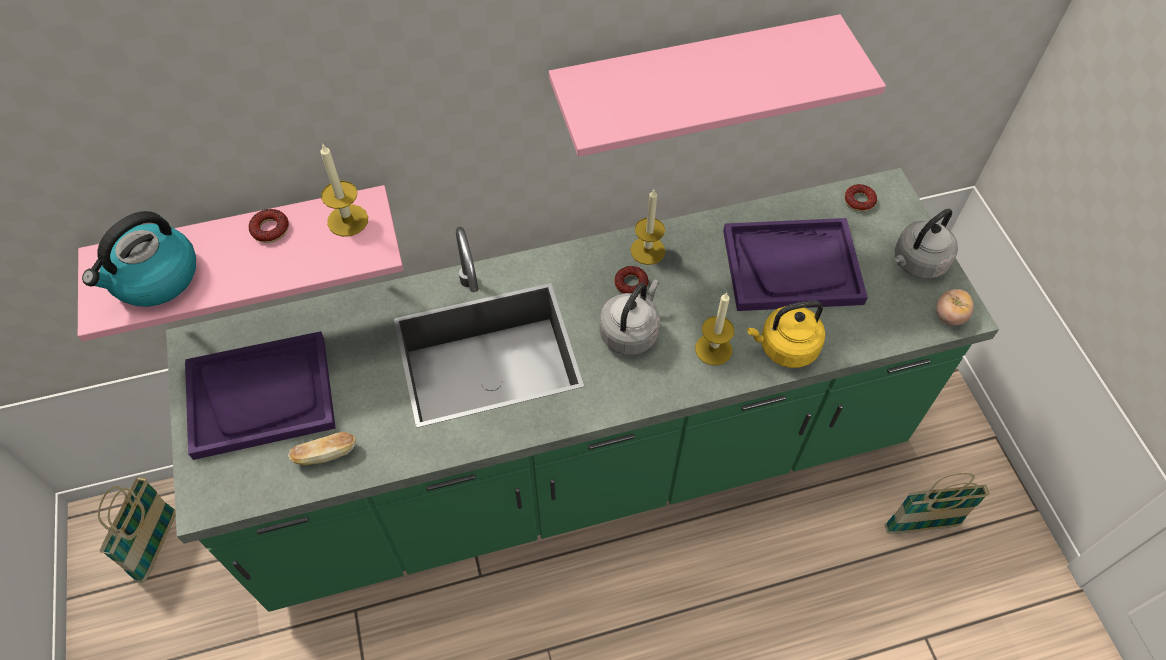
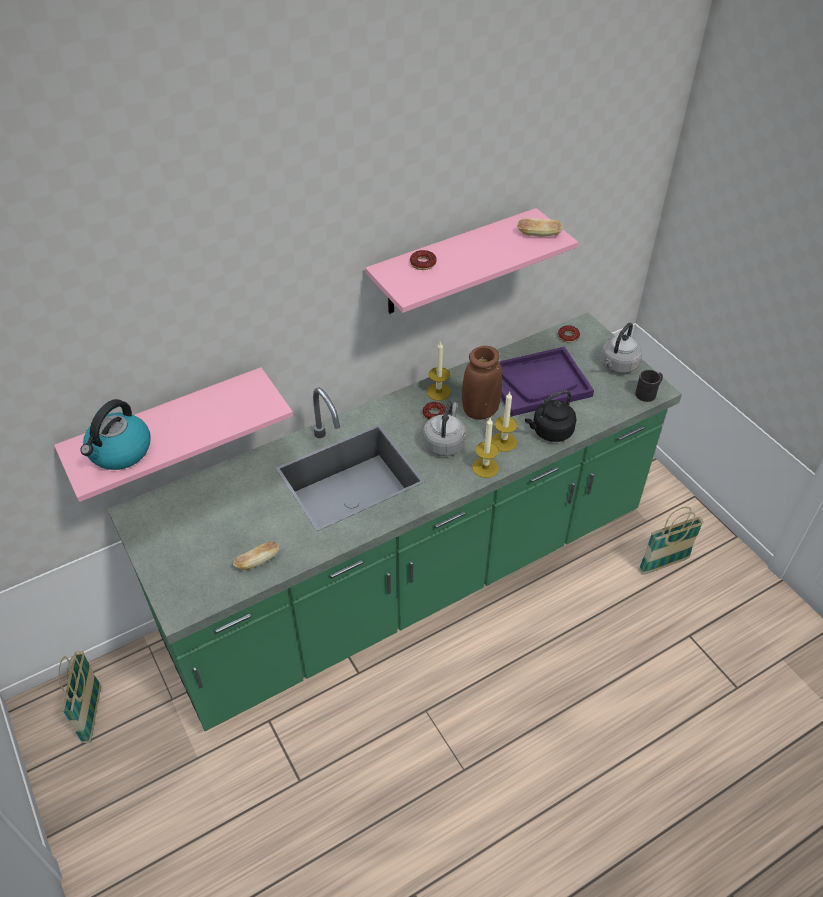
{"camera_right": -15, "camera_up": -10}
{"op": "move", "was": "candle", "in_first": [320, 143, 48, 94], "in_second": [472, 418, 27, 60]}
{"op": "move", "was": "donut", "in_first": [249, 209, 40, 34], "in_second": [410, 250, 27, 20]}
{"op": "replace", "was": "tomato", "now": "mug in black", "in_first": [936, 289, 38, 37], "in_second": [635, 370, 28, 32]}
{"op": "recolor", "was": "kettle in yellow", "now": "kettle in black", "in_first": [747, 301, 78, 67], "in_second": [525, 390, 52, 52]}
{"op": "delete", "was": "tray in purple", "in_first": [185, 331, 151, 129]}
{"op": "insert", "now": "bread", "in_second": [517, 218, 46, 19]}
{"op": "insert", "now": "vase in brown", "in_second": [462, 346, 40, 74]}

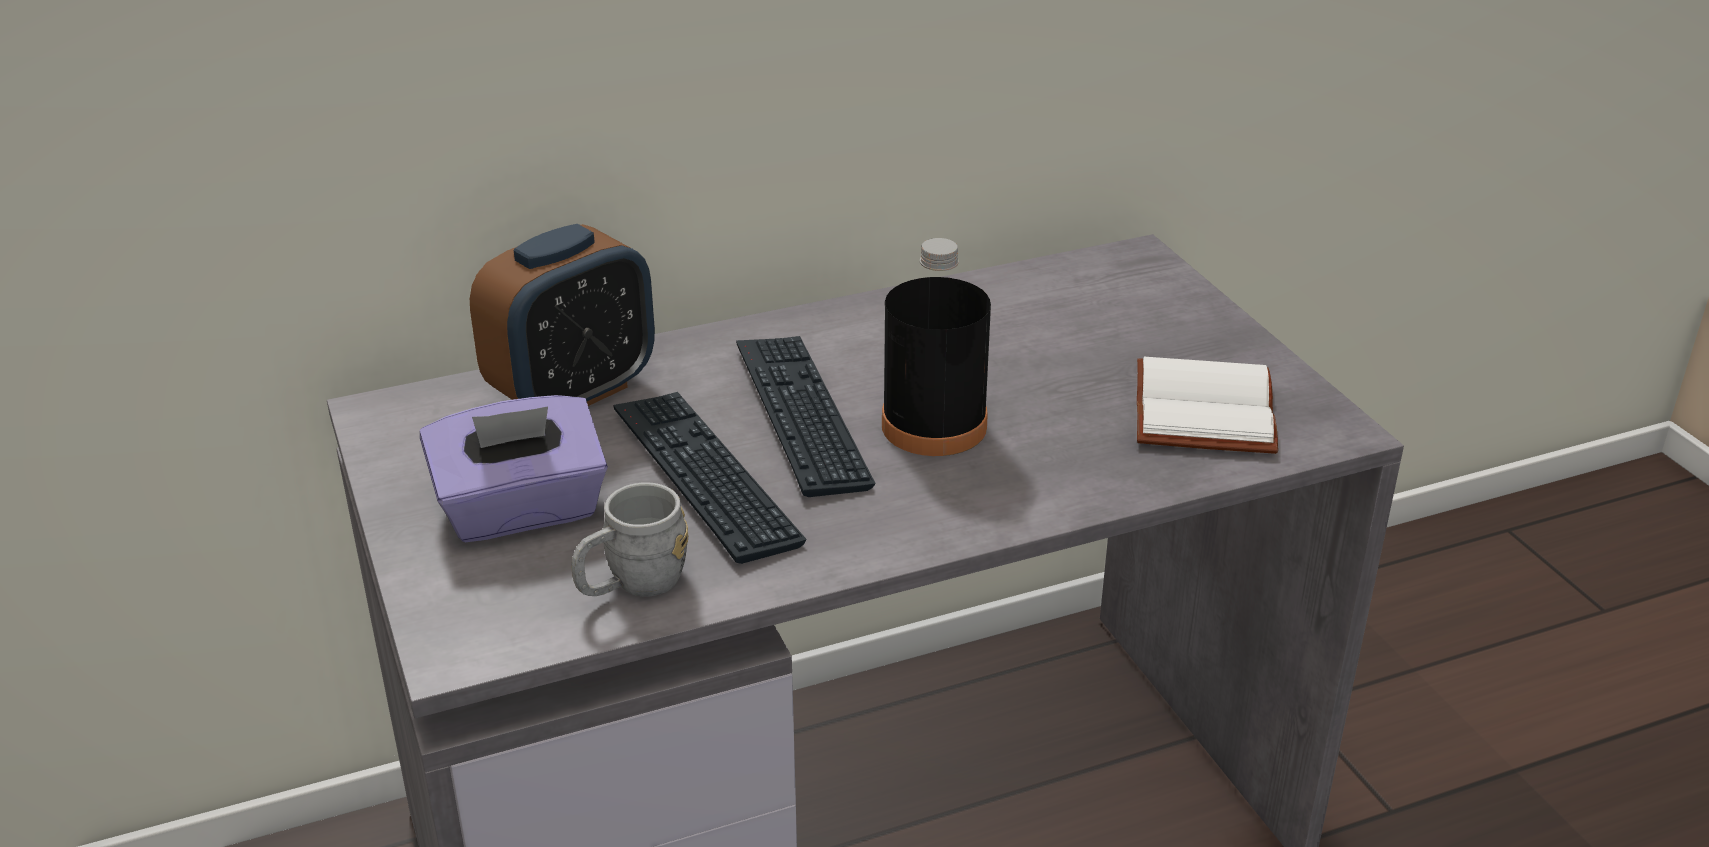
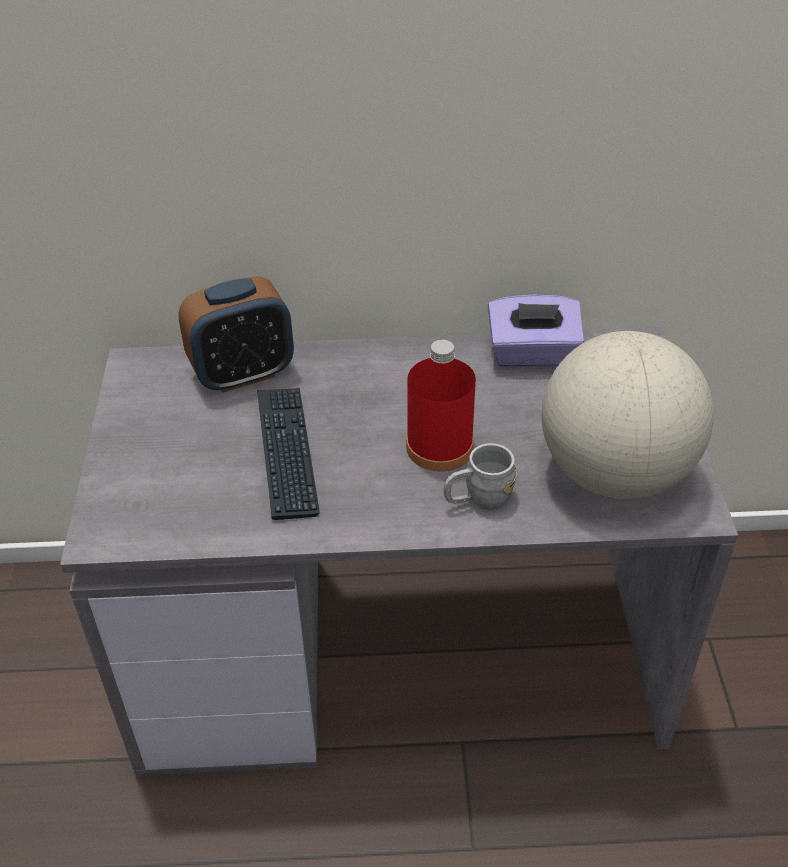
{"camera_right": 20, "camera_up": 10}
{"op": "recolor", "was": "bottle in black", "now": "bottle in red", "in_first": [882, 238, 109, 218], "in_second": [406, 340, 70, 131]}
{"op": "delete", "was": "keyboard", "in_first": [736, 336, 140, 161]}
{"op": "replace", "was": "book in white", "now": "globe", "in_first": [1137, 357, 141, 97], "in_second": [542, 331, 172, 168]}
{"op": "move", "was": "tissue box in purple", "in_first": [420, 395, 188, 147], "in_second": [488, 295, 96, 73]}
{"op": "move", "was": "mug in grey", "in_first": [571, 483, 117, 114], "in_second": [444, 443, 72, 67]}

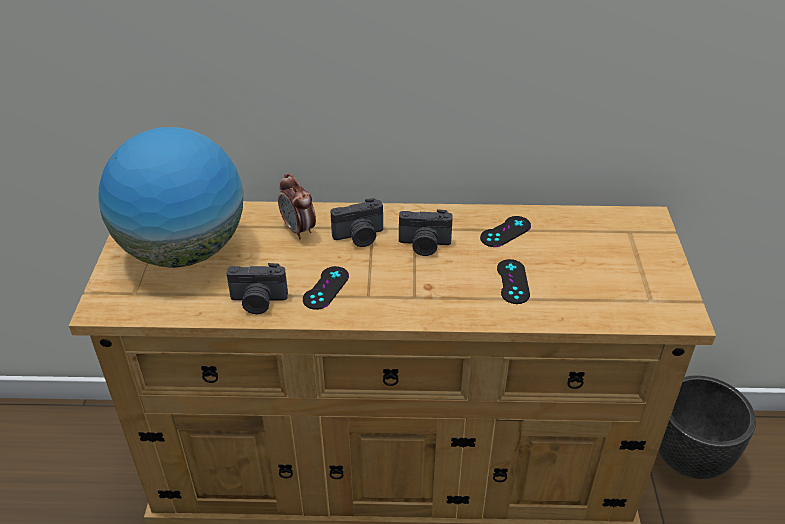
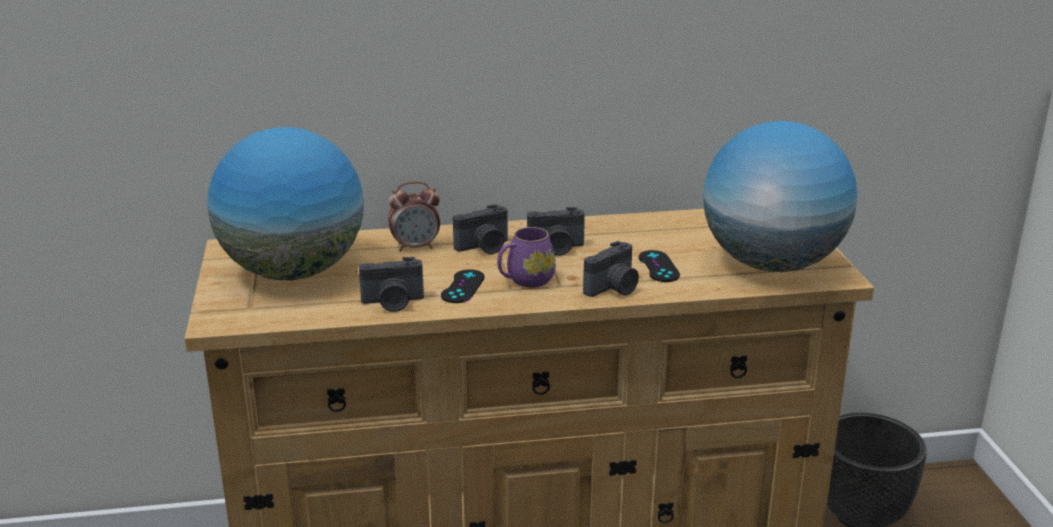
{"camera_right": -10, "camera_up": -15}
{"op": "rotate", "was": "alarm clock", "in_first": [278, 174, 38, 65], "in_second": [388, 181, 52, 71], "clockwise": -60}
{"op": "delete", "was": "game controller in black", "in_first": [480, 216, 51, 31]}
{"op": "insert", "now": "globe", "in_second": [703, 121, 154, 151]}
{"op": "insert", "now": "mug in purple", "in_second": [497, 227, 59, 60]}
{"op": "insert", "now": "photo camera", "in_second": [583, 241, 56, 56]}

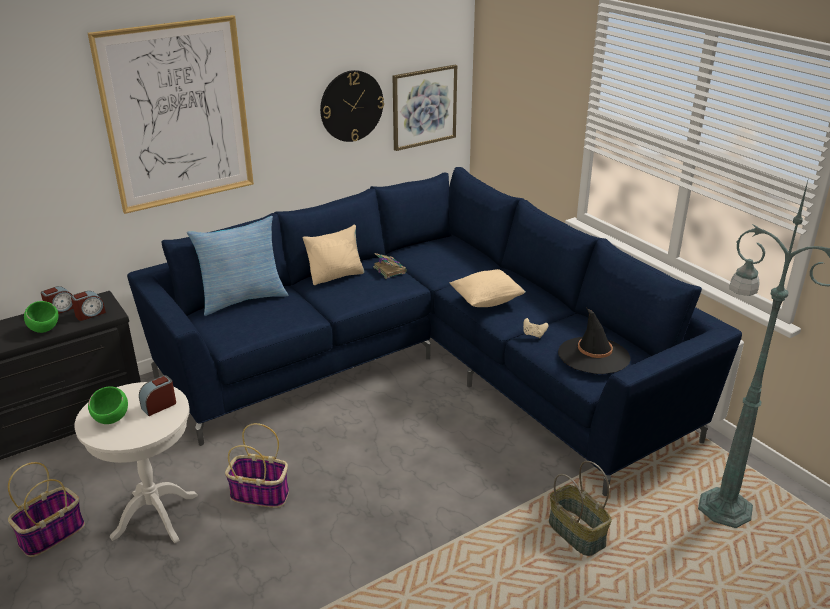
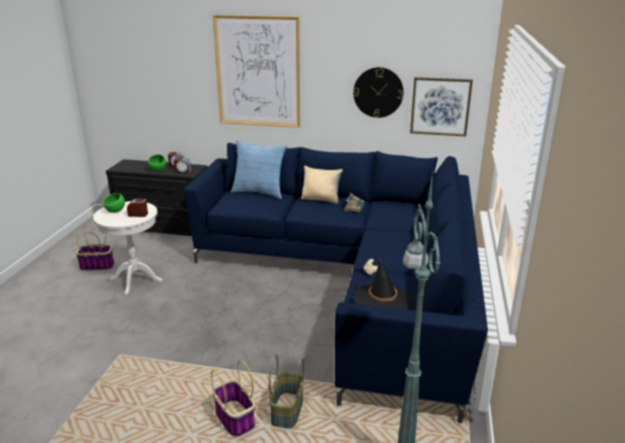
{"camera_right": 45, "camera_up": -5}
{"op": "delete", "was": "pillow in beige", "in_first": [450, 269, 76, 38]}
{"op": "move", "was": "basket", "in_first": [225, 423, 64, 85], "in_second": [211, 360, 44, 77]}

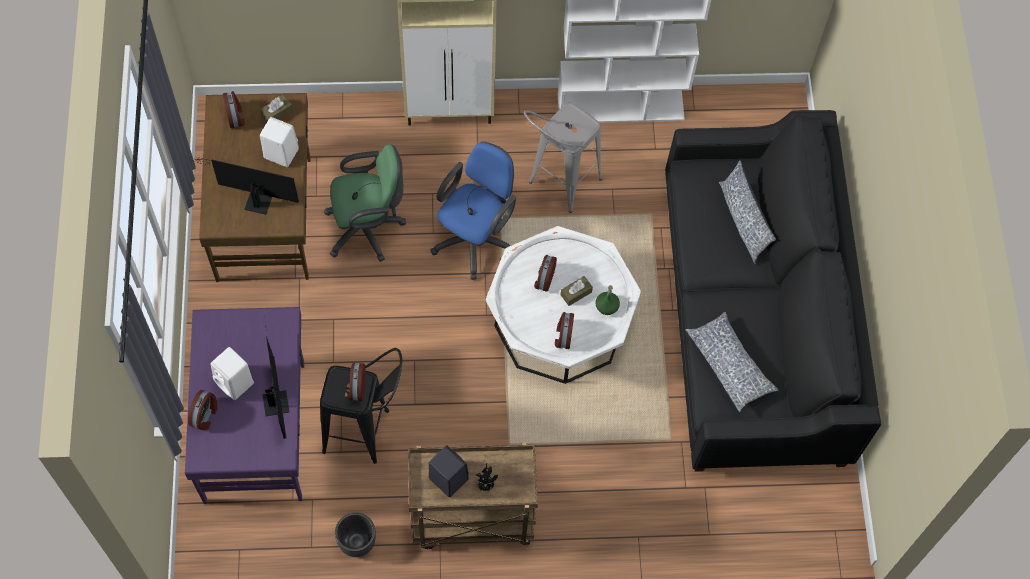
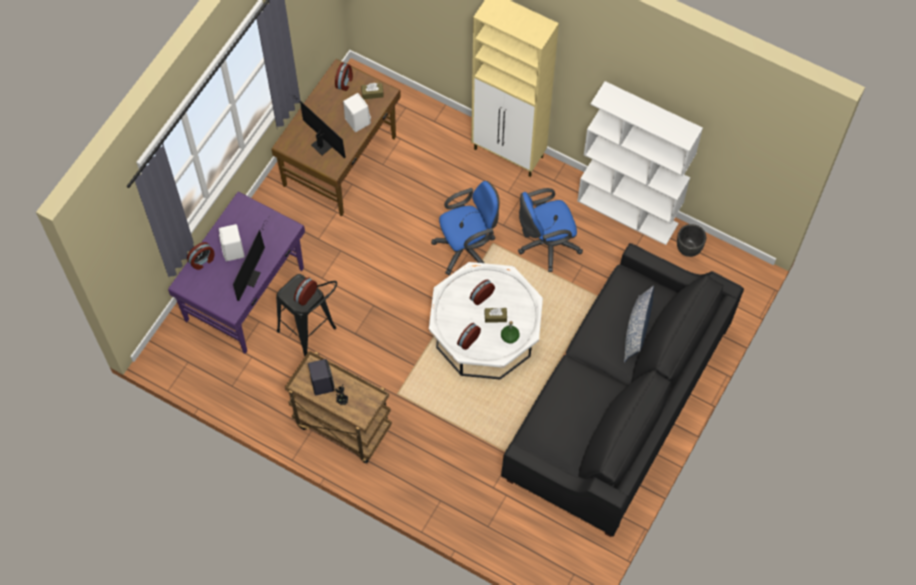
{"camera_right": 35, "camera_up": 0}
{"op": "replace", "was": "stool in grey", "now": "office chair in blue", "in_first": [524, 103, 78, 110], "in_second": [518, 188, 65, 84]}
{"op": "delete", "was": "office chair in green", "in_first": [324, 144, 82, 118]}
{"op": "delete", "was": "pillow", "in_first": [685, 312, 93, 100]}
{"op": "move", "was": "planter in black", "in_first": [335, 513, 41, 44], "in_second": [677, 224, 29, 33]}

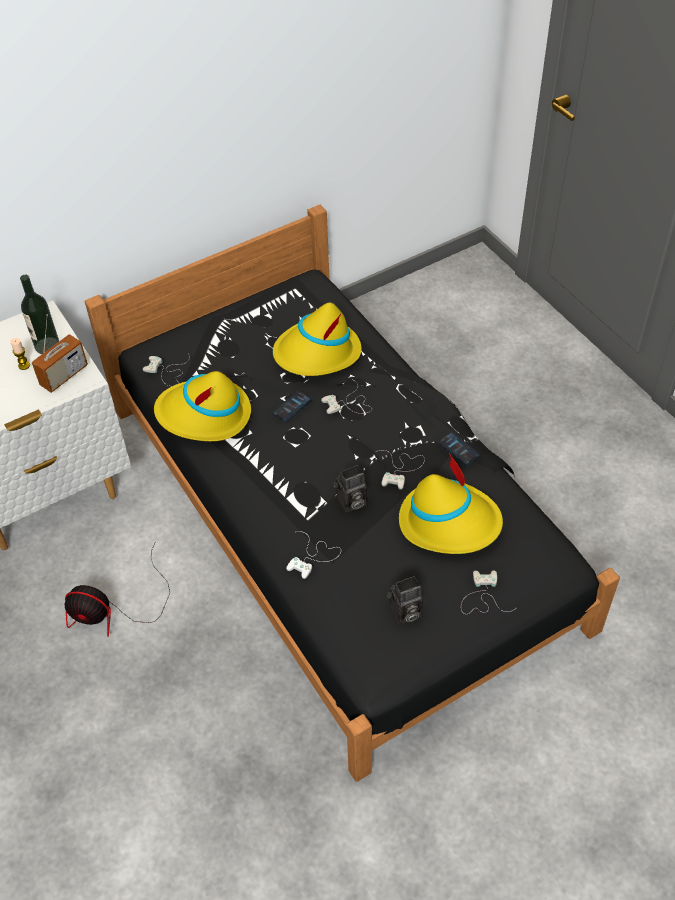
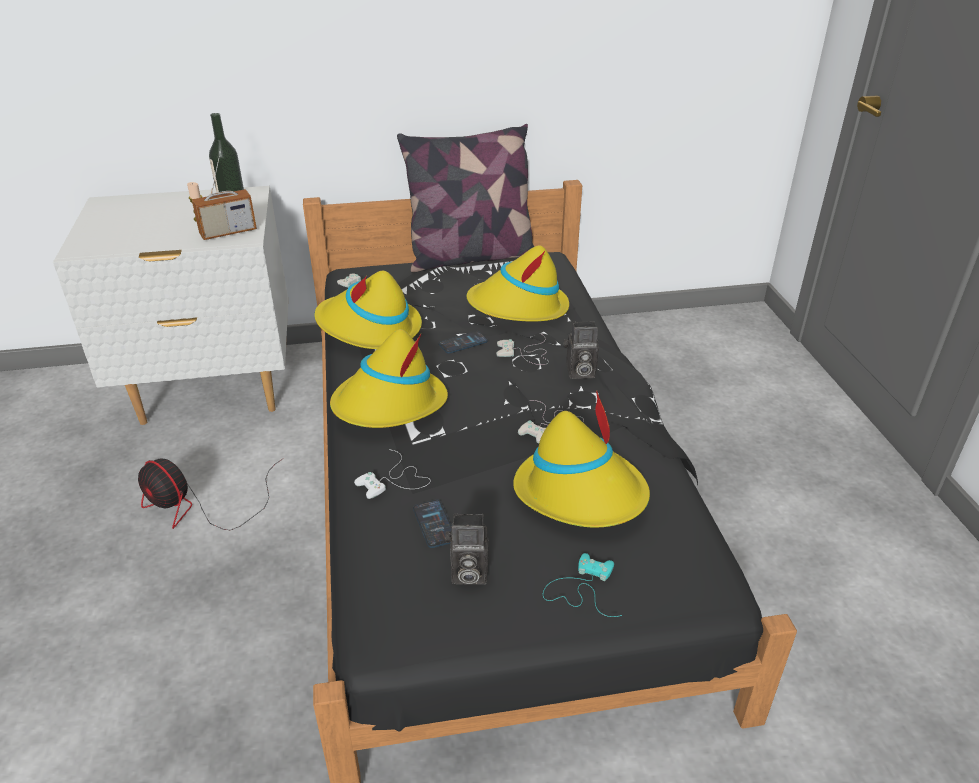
{"camera_right": 20, "camera_up": -15}
{"op": "move", "was": "phone", "in_first": [438, 432, 42, 34], "in_second": [413, 500, 39, 48]}
{"op": "move", "was": "photo camera", "in_first": [333, 465, 34, 47], "in_second": [564, 321, 35, 58]}
{"op": "recolor", "was": "game controller in white", "now": "game controller in turquoise", "in_first": [461, 570, 54, 43], "in_second": [543, 553, 79, 64]}
{"op": "insert", "now": "pillow", "in_second": [397, 124, 138, 148]}
{"op": "insert", "now": "hat in yellow", "in_second": [330, 329, 118, 99]}

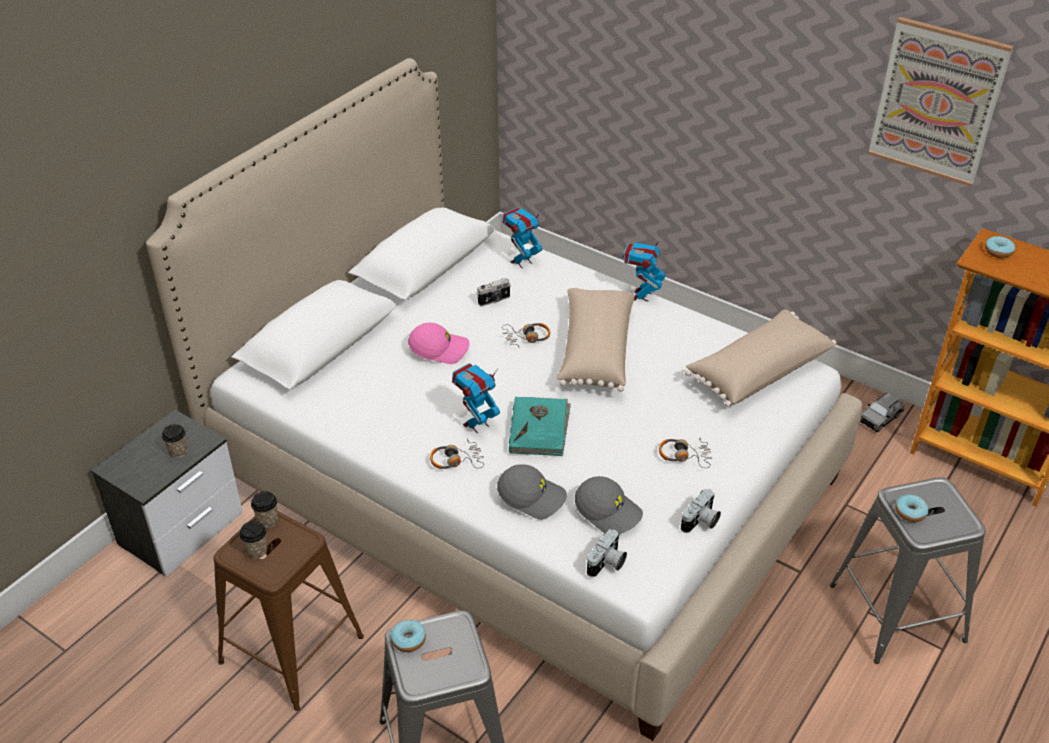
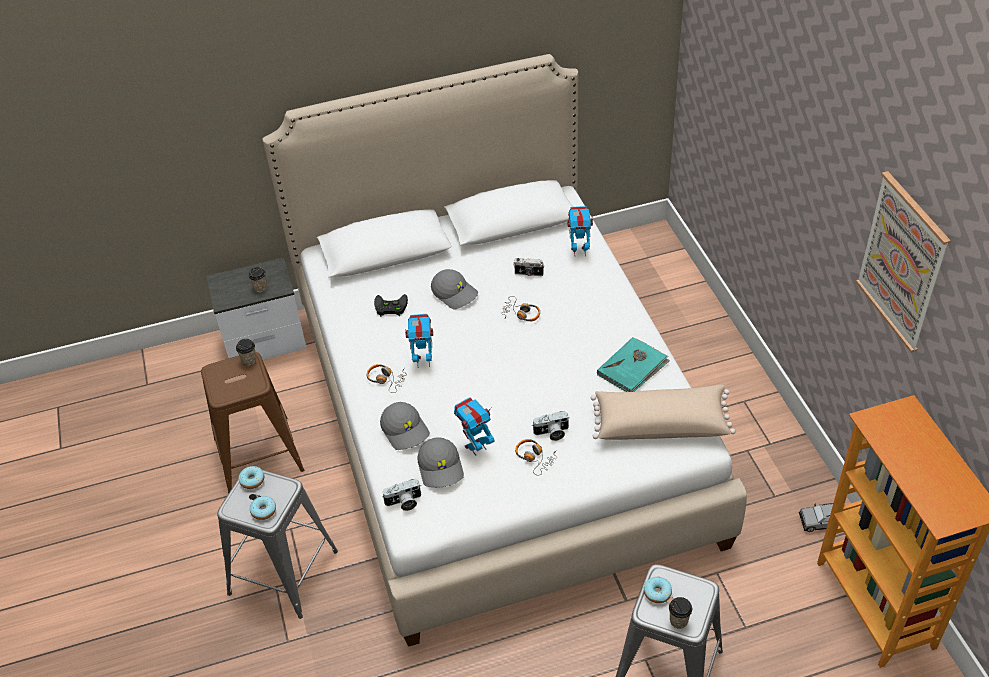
{"camera_right": 40, "camera_up": 5}
{"op": "move", "was": "toy robot", "in_first": [622, 236, 43, 66], "in_second": [454, 397, 41, 58]}
{"op": "move", "was": "donut", "in_first": [985, 236, 30, 22], "in_second": [250, 496, 26, 24]}
{"op": "delete", "was": "pillow in beige", "in_first": [556, 288, 79, 104]}
{"op": "recolor", "was": "cap in pink", "now": "cap in grey", "in_first": [408, 323, 61, 41], "in_second": [431, 269, 47, 40]}
{"op": "move", "was": "book in turquoise", "in_first": [509, 397, 62, 59], "in_second": [597, 337, 73, 55]}
{"op": "move", "was": "photo camera", "in_first": [681, 489, 40, 44], "in_second": [533, 411, 36, 30]}
{"op": "move", "was": "cup", "in_first": [239, 521, 28, 38], "in_second": [669, 597, 23, 32]}
{"op": "insert", "now": "game controller in black", "in_second": [374, 294, 34, 23]}

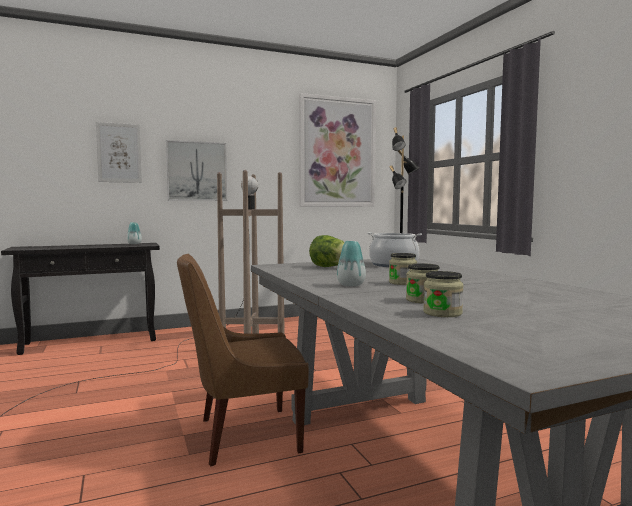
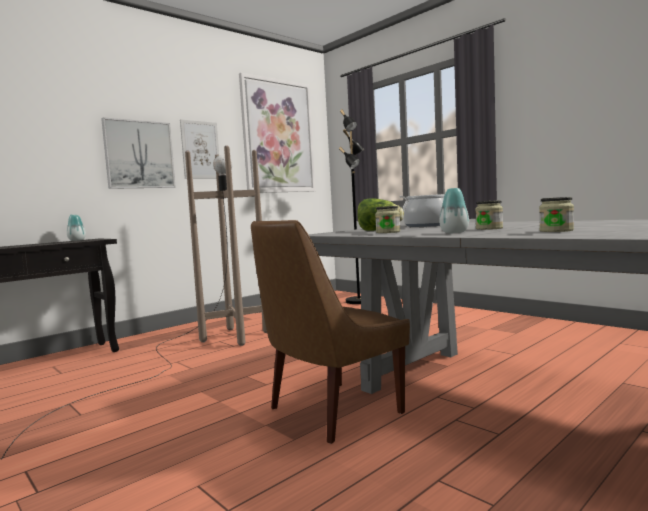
{"camera_right": -20, "camera_up": 0}
{"op": "move", "was": "picture", "in_first": [96, 122, 46, 61], "in_second": [180, 119, 39, 60]}
{"op": "move", "was": "jar", "in_first": [423, 271, 41, 46], "in_second": [375, 206, 25, 27]}

